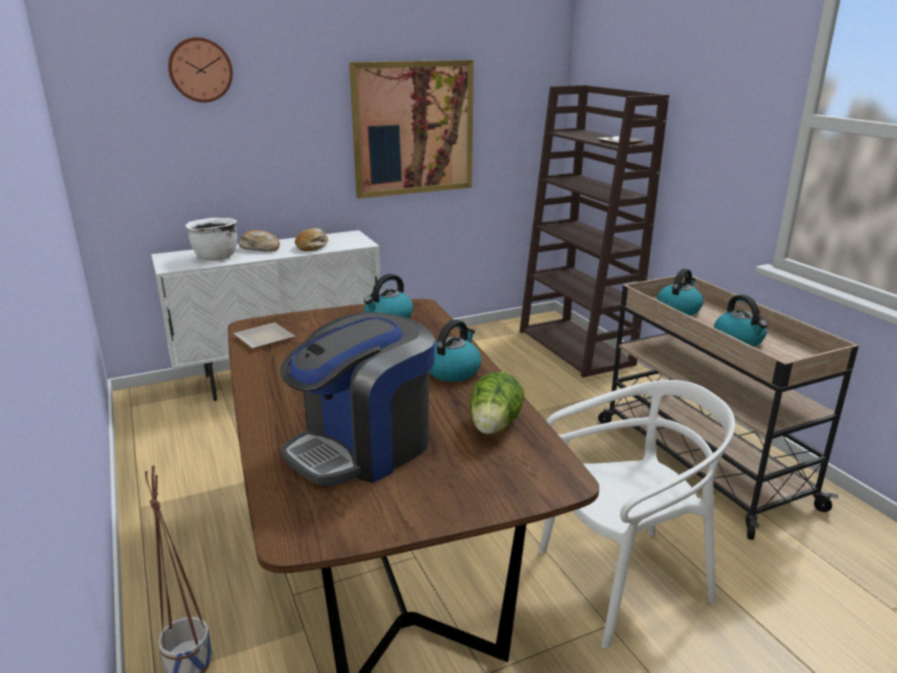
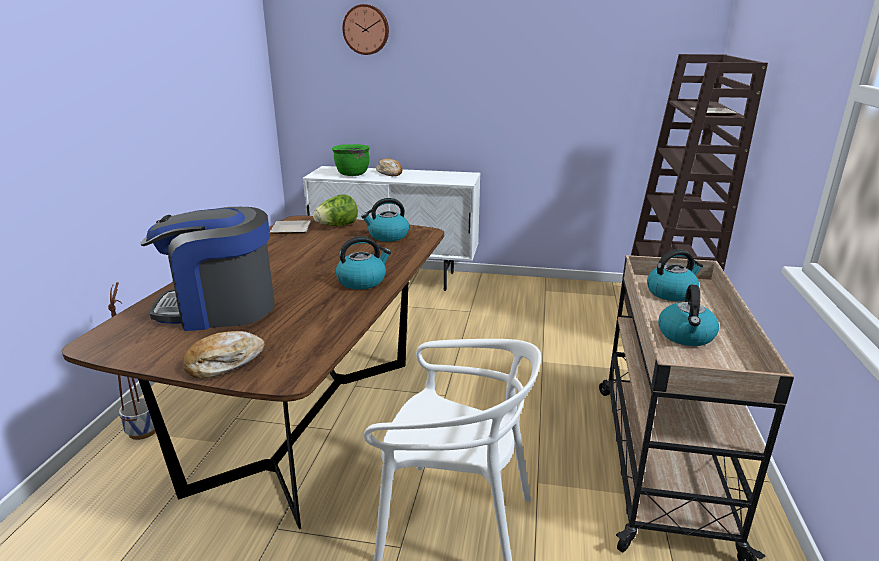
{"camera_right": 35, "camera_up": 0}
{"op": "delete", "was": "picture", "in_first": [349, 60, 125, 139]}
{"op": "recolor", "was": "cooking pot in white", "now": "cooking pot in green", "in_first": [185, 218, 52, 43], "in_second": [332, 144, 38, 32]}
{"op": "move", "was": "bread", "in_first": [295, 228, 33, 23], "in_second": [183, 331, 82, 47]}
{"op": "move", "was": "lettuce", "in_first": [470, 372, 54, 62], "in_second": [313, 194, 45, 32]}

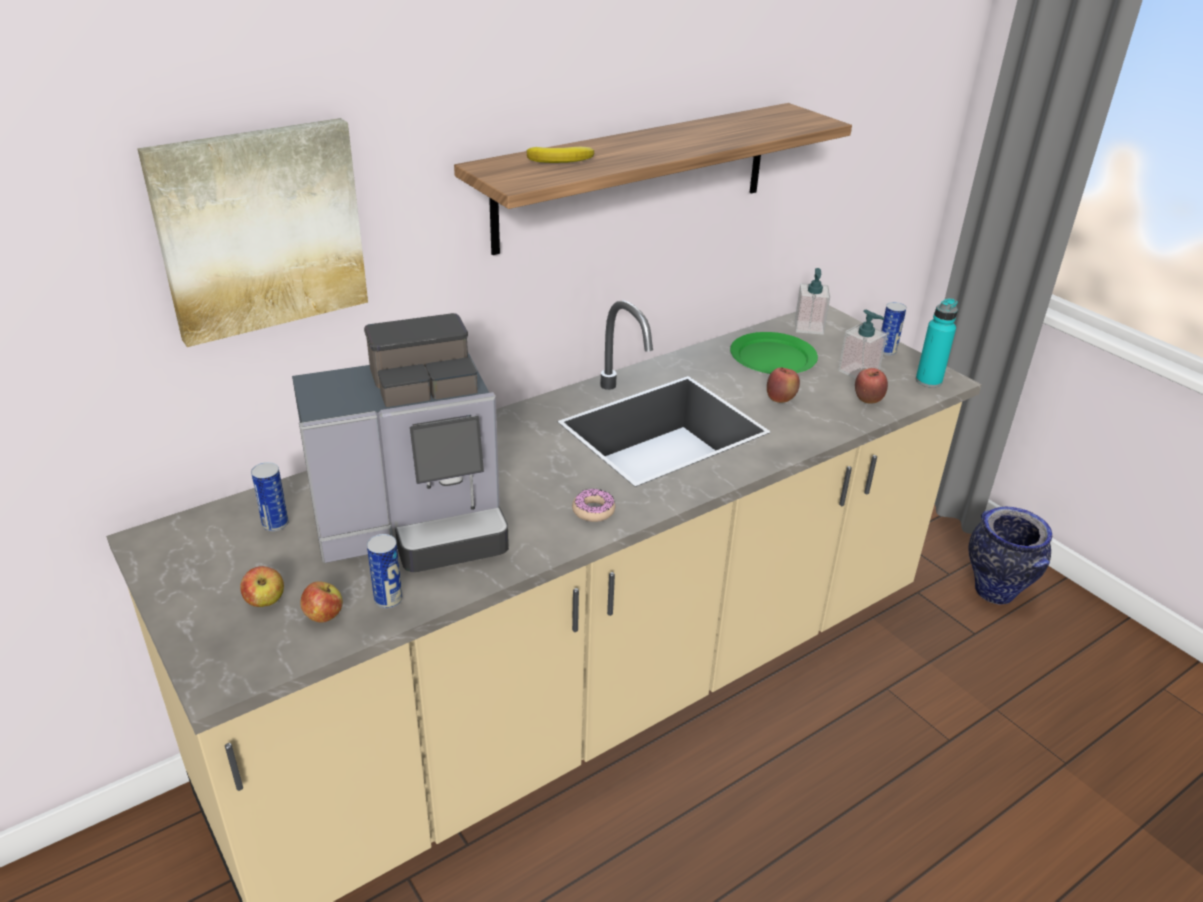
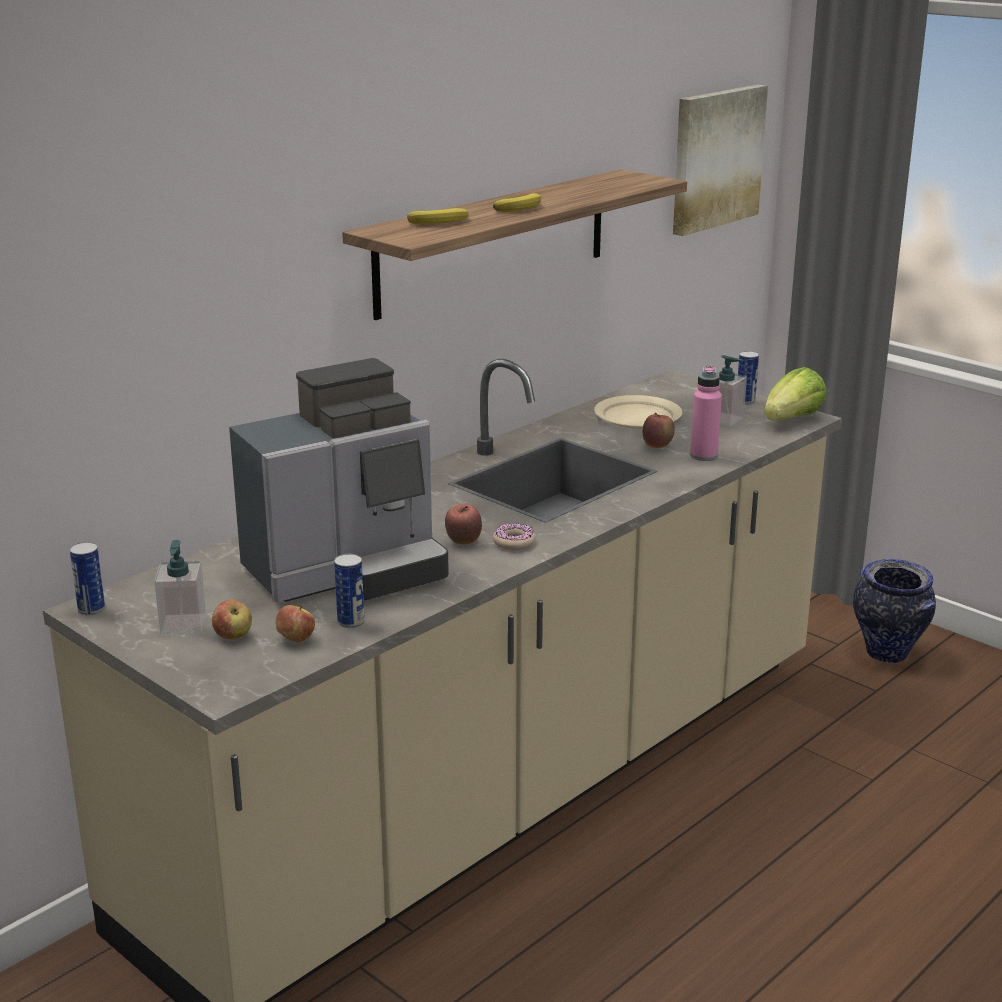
{"camera_right": -10, "camera_up": -10}
{"op": "move", "was": "picture", "in_first": [137, 118, 231, 229], "in_second": [673, 84, 95, 152]}
{"op": "move", "was": "soap dispenser", "in_first": [795, 268, 35, 67], "in_second": [154, 540, 52, 95]}
{"op": "replace", "was": "bottle in turquoise", "now": "lettuce", "in_first": [916, 298, 42, 90], "in_second": [764, 367, 63, 54]}
{"op": "recolor", "was": "plate in green", "now": "plate in beige", "in_first": [730, 332, 88, 42], "in_second": [594, 395, 88, 34]}
{"op": "move", "was": "apple", "in_first": [855, 368, 33, 35], "in_second": [445, 503, 37, 42]}
{"op": "move", "was": "can", "in_first": [251, 462, 38, 69], "in_second": [70, 542, 35, 74]}
{"op": "insert", "now": "banana", "in_second": [493, 193, 48, 19]}
{"op": "insert", "now": "bottle in pink", "in_second": [690, 366, 32, 95]}

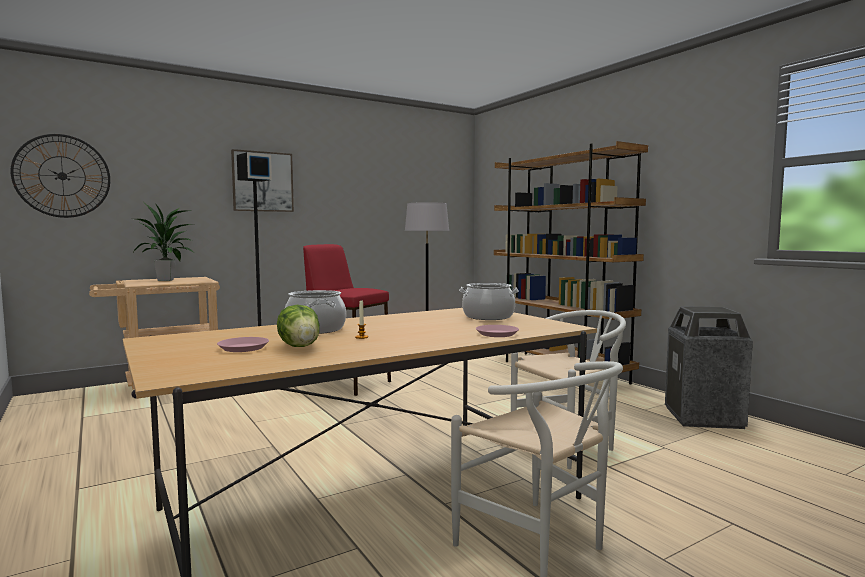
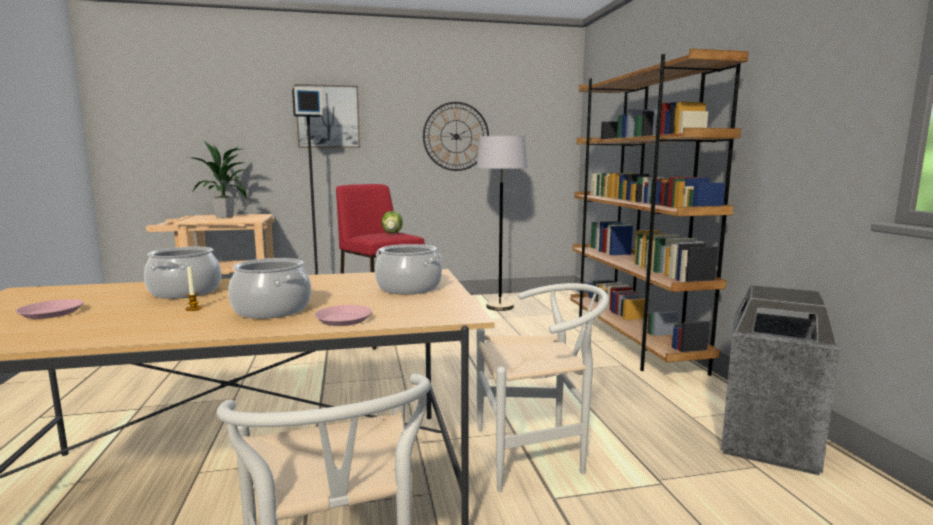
{"camera_right": 20, "camera_up": 5}
{"op": "move", "was": "wall clock", "in_first": [11, 134, 99, 84], "in_second": [423, 102, 66, 69]}
{"op": "move", "was": "lettuce", "in_first": [277, 305, 43, 42], "in_second": [382, 211, 21, 22]}
{"op": "insert", "now": "cooking pot", "in_second": [228, 258, 83, 61]}

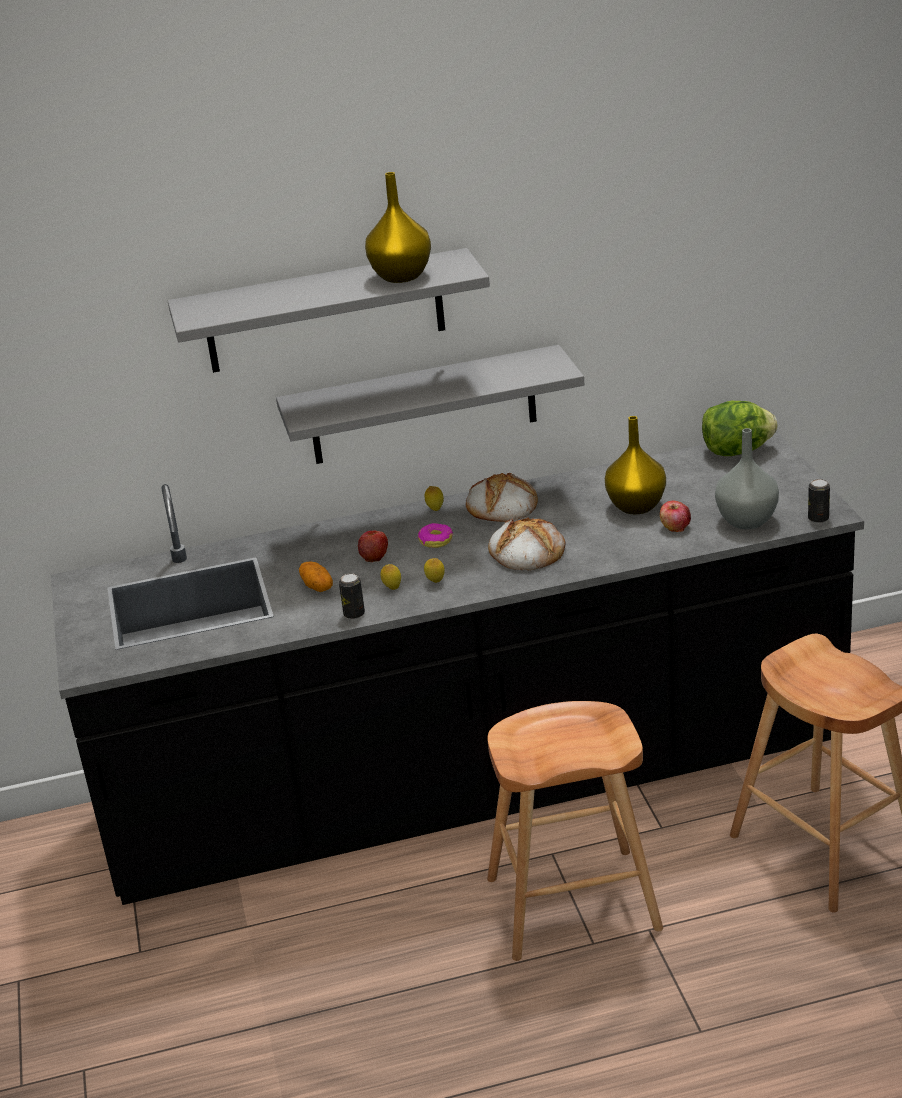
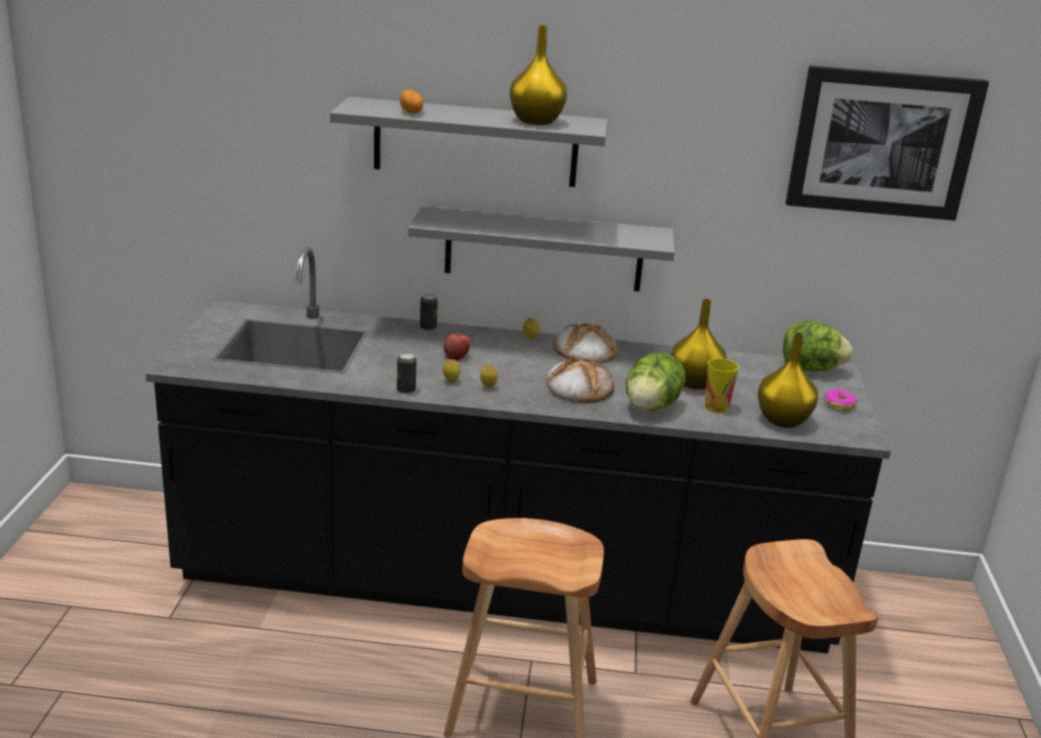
{"camera_right": 15, "camera_up": -5}
{"op": "recolor", "was": "vase in grey", "now": "vase in yellow", "in_first": [715, 428, 64, 101], "in_second": [758, 332, 60, 96]}
{"op": "move", "was": "can", "in_first": [808, 479, 22, 44], "in_second": [420, 294, 18, 37]}
{"op": "replace", "was": "apple", "now": "cup", "in_first": [660, 501, 31, 31], "in_second": [705, 358, 34, 55]}
{"op": "move", "was": "donut", "in_first": [418, 523, 35, 25], "in_second": [824, 389, 33, 22]}
{"op": "move", "was": "potato", "in_first": [299, 562, 34, 30], "in_second": [400, 90, 24, 24]}
{"op": "insert", "now": "picture", "in_second": [785, 66, 204, 155]}
{"op": "insert", "now": "lettuce", "in_second": [626, 353, 60, 58]}

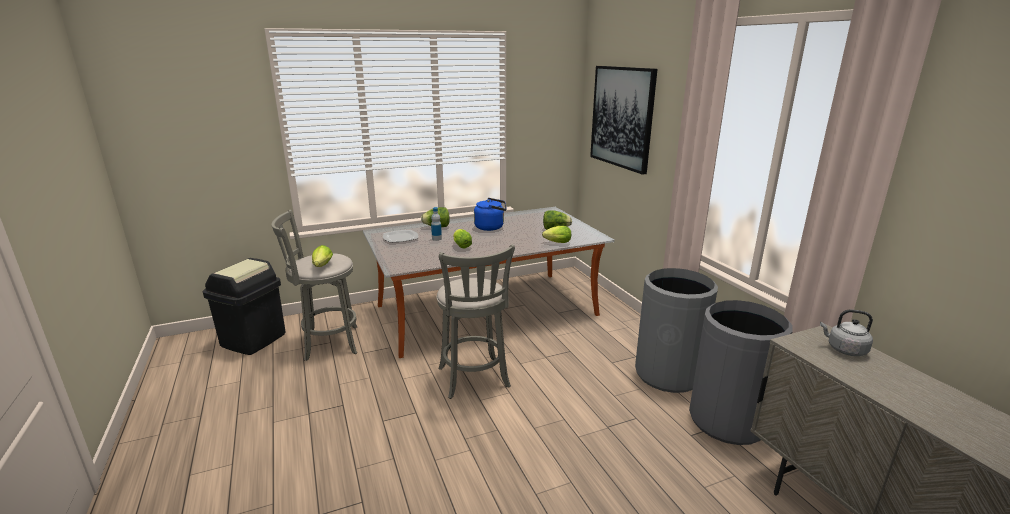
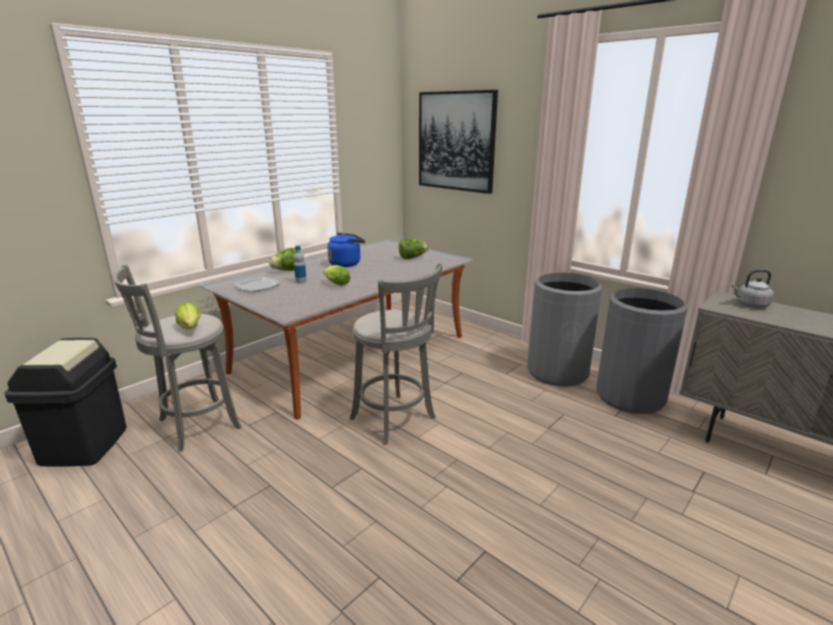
{"camera_right": -25, "camera_up": 0}
{"op": "delete", "was": "lettuce", "in_first": [542, 226, 29, 17]}

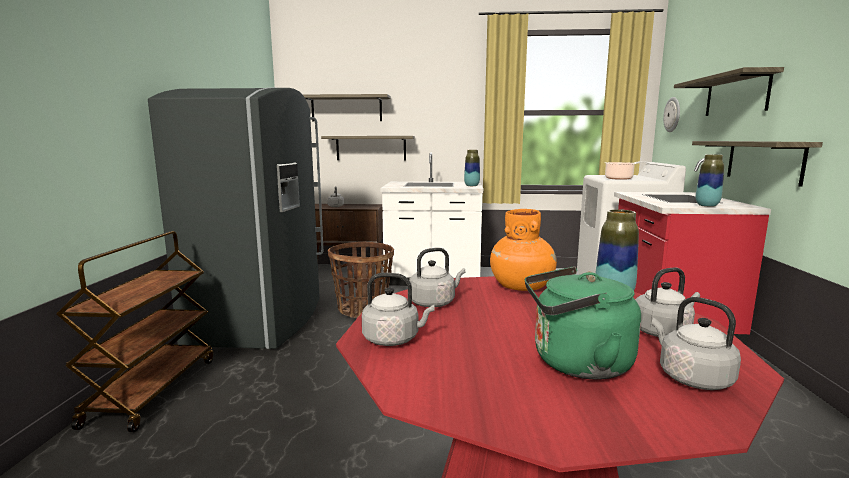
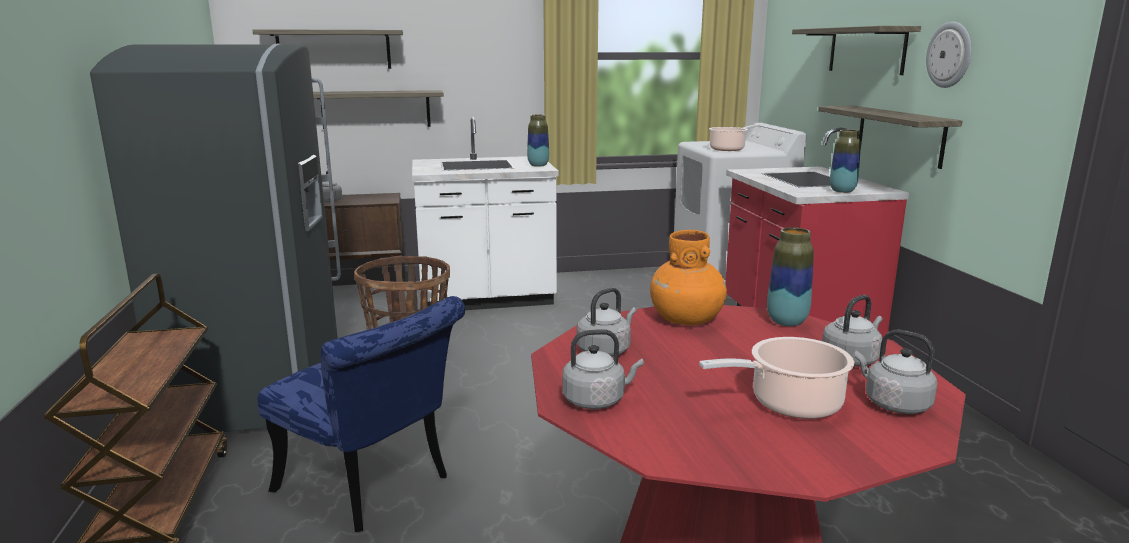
{"camera_right": -15, "camera_up": 5}
{"op": "move", "was": "wall clock", "in_first": [663, 97, 17, 35], "in_second": [926, 22, 46, 66]}
{"op": "replace", "was": "kettle in green", "now": "cooking pot", "in_first": [525, 267, 116, 113], "in_second": [699, 337, 155, 82]}
{"op": "insert", "now": "chair in blue", "in_second": [257, 296, 208, 236]}

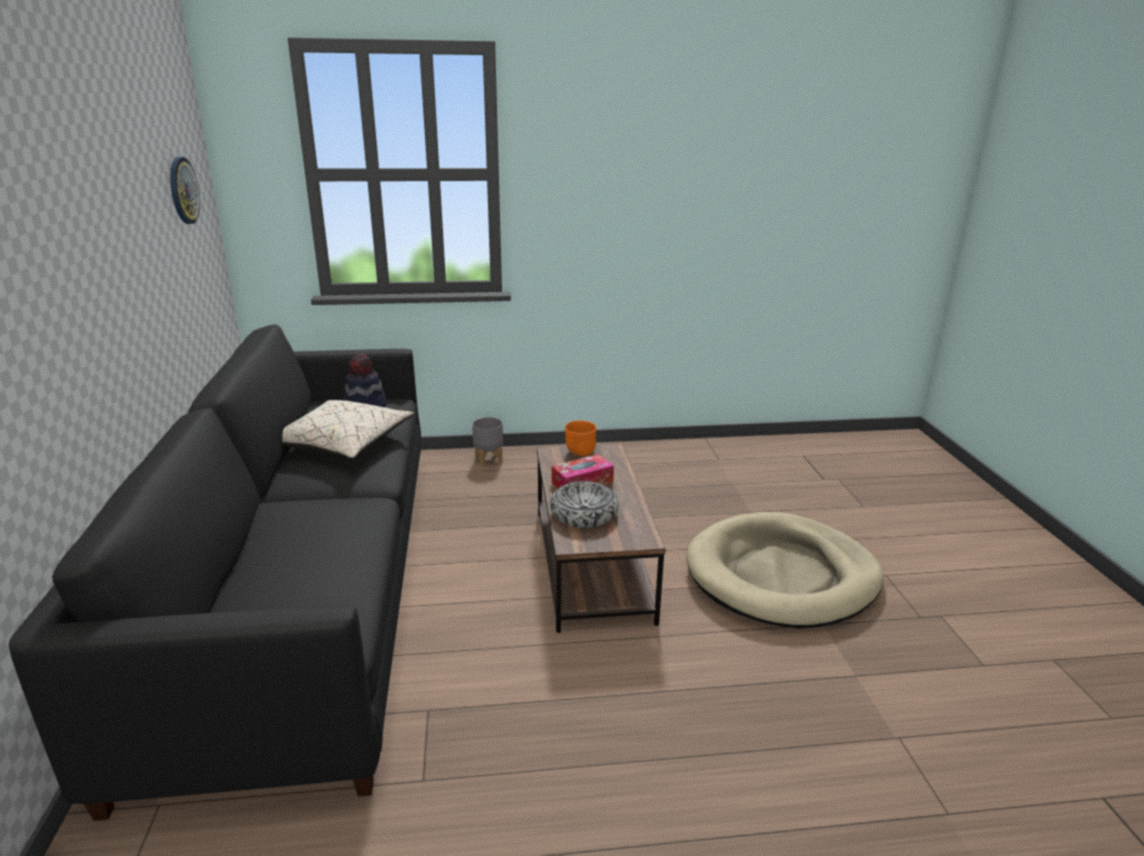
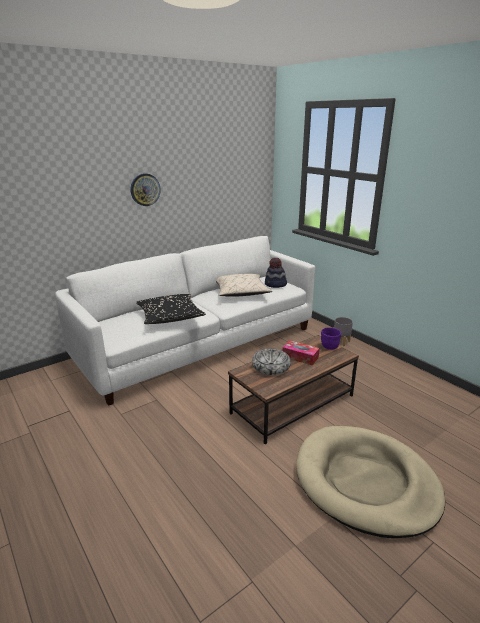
{"camera_right": 60, "camera_up": 0}
{"op": "move", "was": "wall clock", "in_first": [170, 157, 30, 67], "in_second": [130, 173, 31, 33]}
{"op": "recolor", "was": "sofa in black", "now": "sofa in white", "in_first": [9, 324, 412, 497], "in_second": [55, 236, 260, 170]}
{"op": "recolor", "was": "bowl in orange", "now": "bowl in purple", "in_first": [565, 420, 32, 36], "in_second": [321, 328, 20, 22]}
{"op": "insert", "now": "pillow in black", "in_second": [136, 294, 70, 30]}

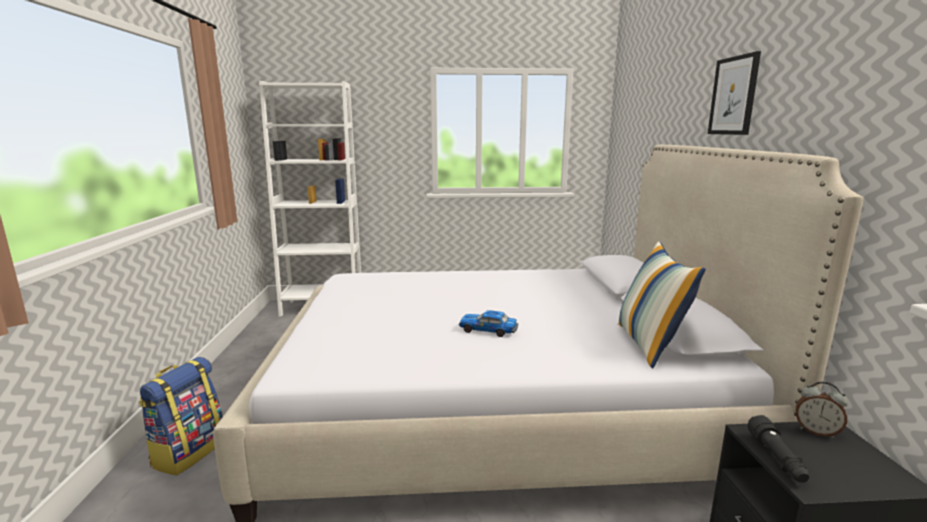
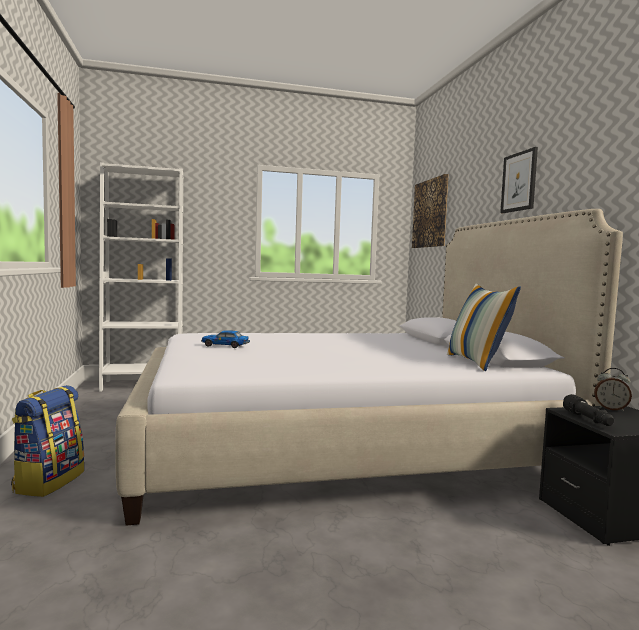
{"camera_right": -10, "camera_up": -10}
{"op": "move", "was": "toy car", "in_first": [459, 310, 59, 27], "in_second": [201, 330, 49, 18]}
{"op": "insert", "now": "picture", "in_second": [412, 174, 37, 74]}

